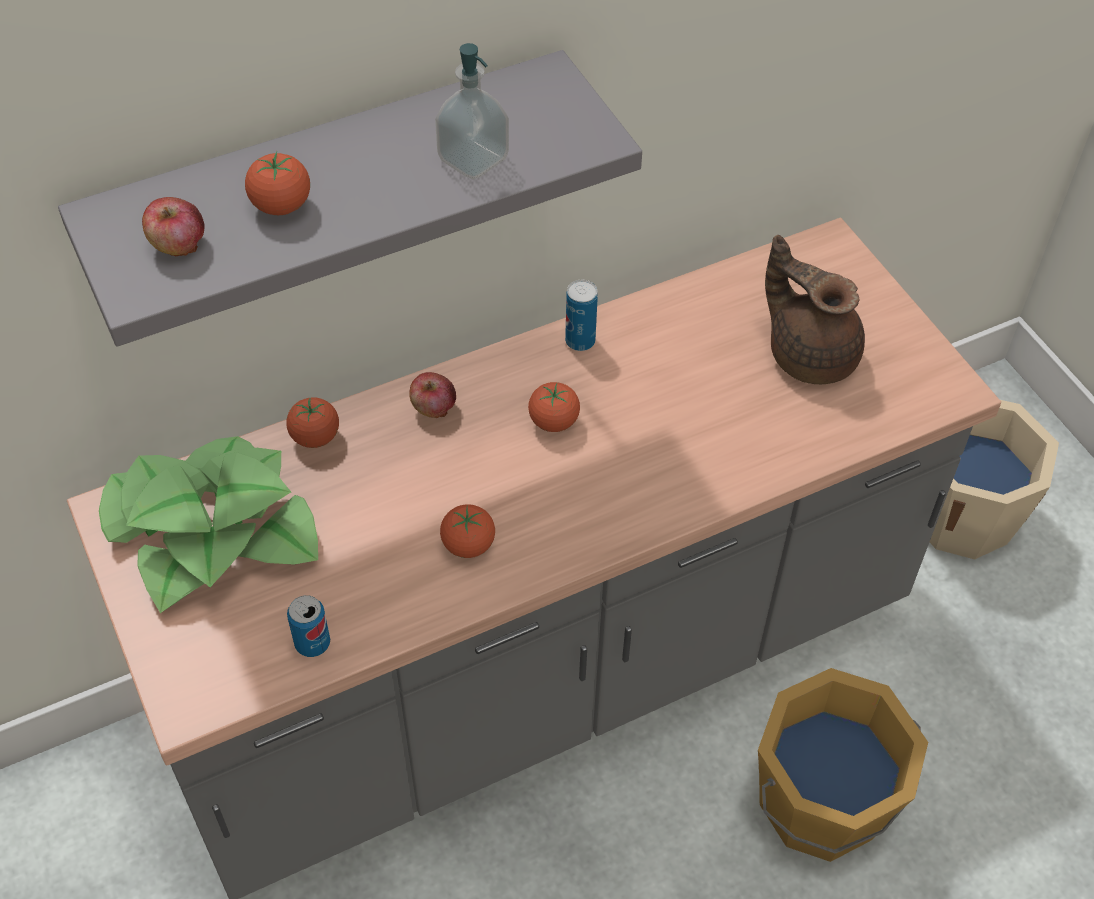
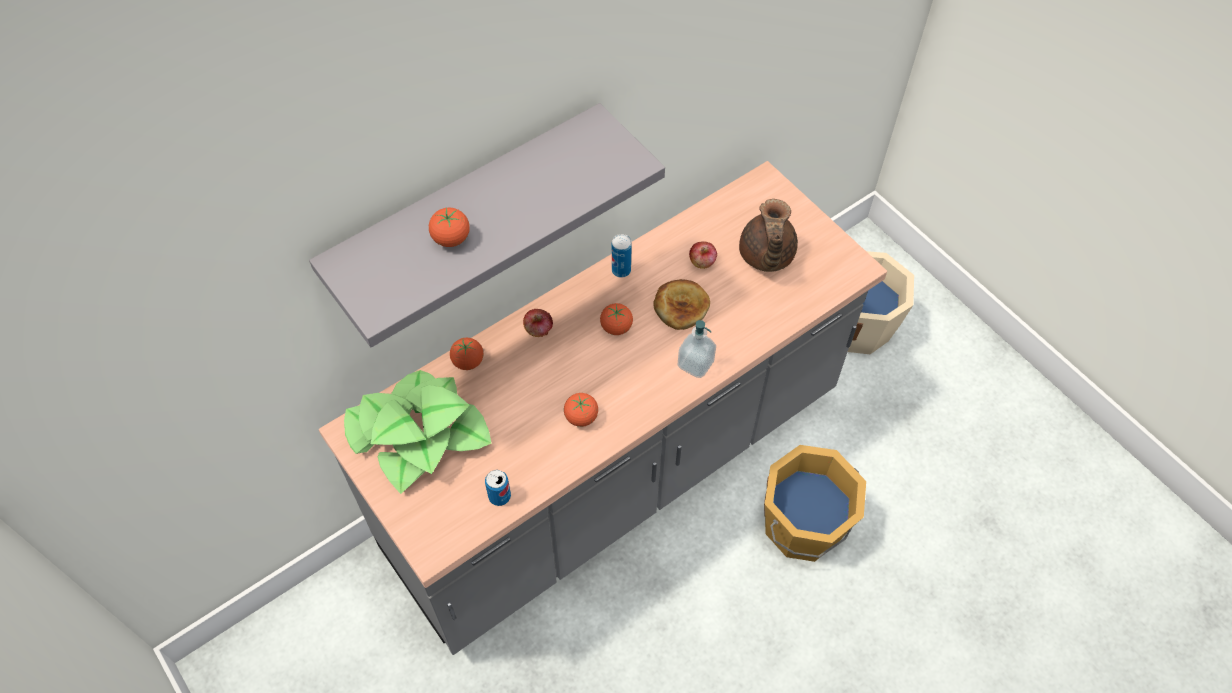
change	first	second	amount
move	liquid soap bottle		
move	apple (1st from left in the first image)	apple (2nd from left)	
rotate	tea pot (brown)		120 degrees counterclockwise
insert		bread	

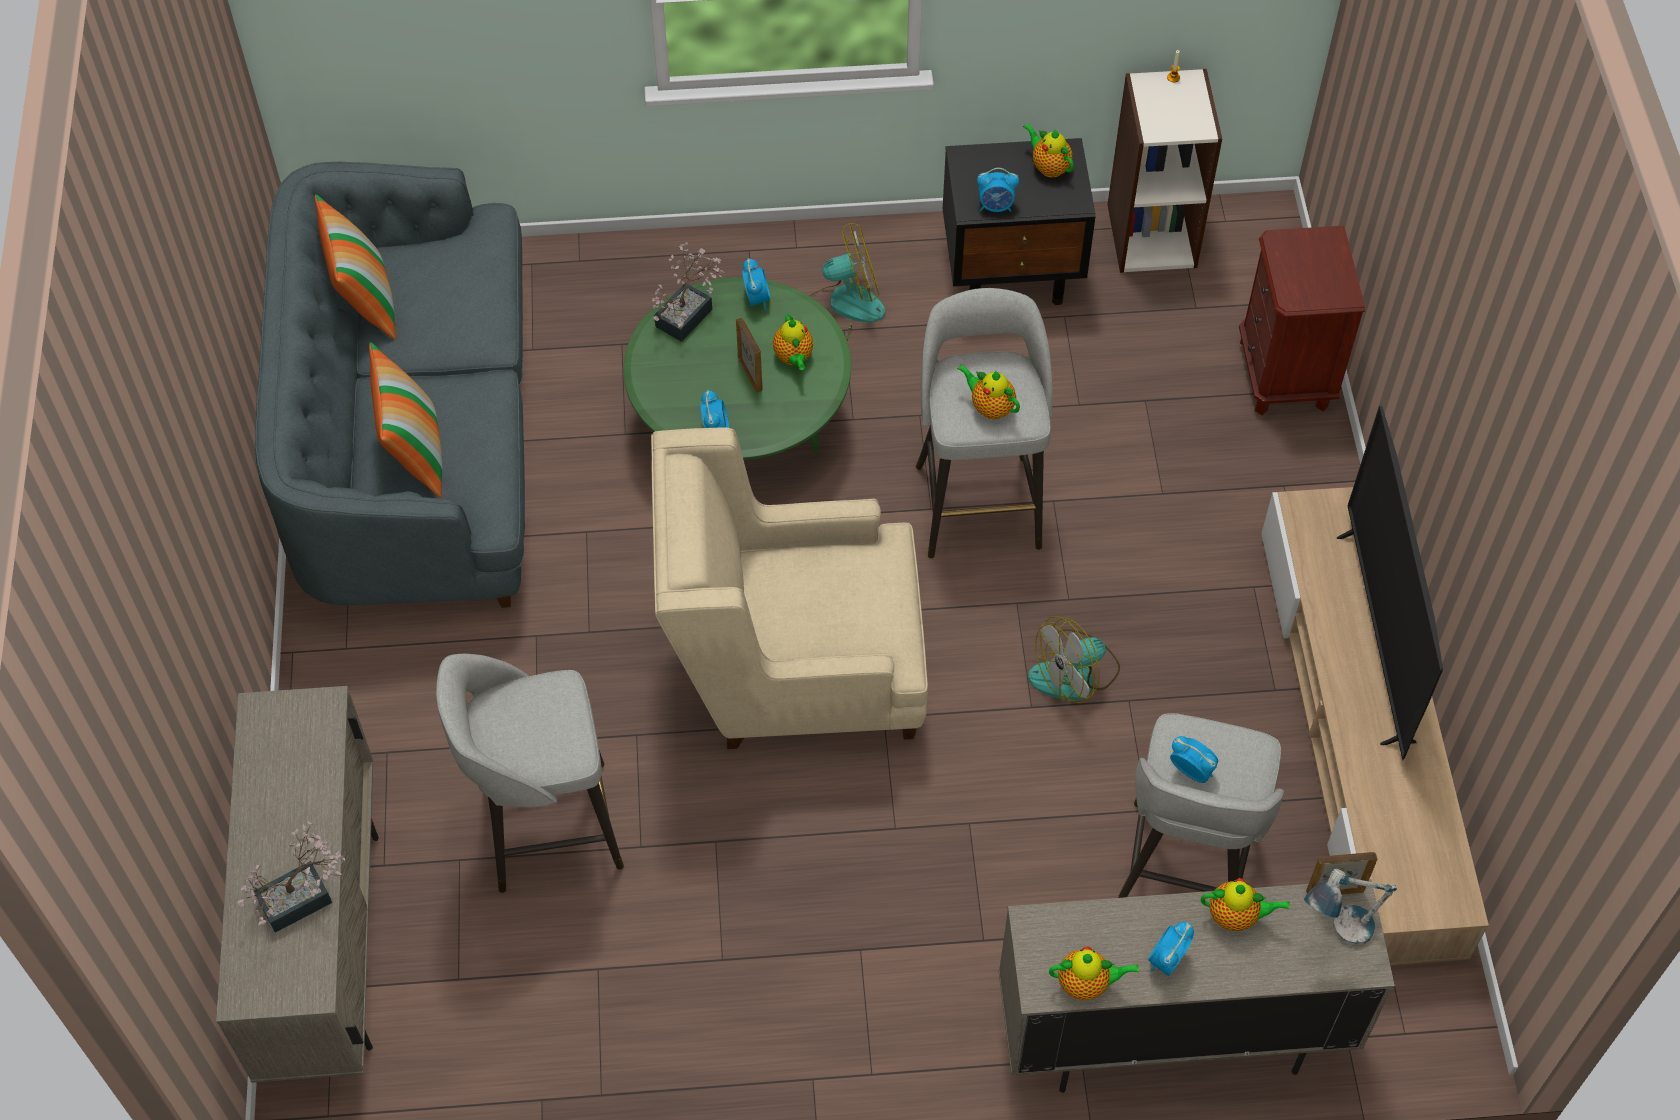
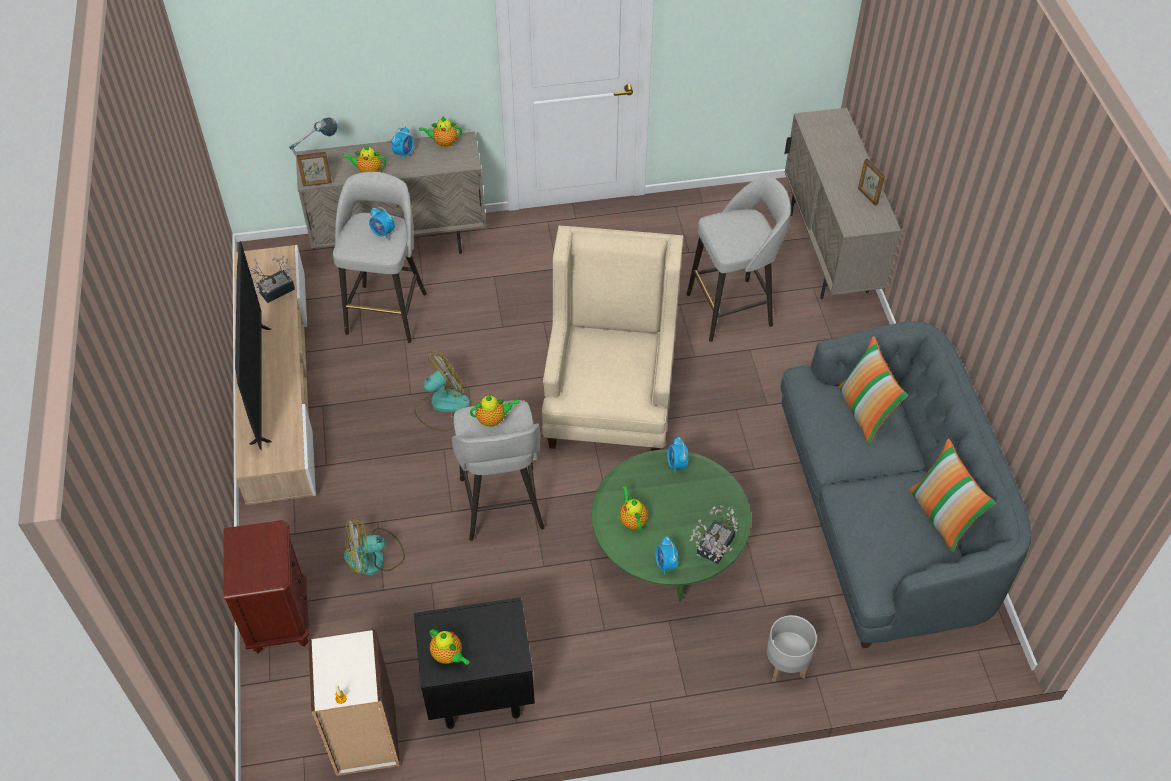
change	first	second	amount
delete	table clock (3rd from left)		
move	fan (1st from left)		
move	picture frame (1st from left in the first image)	picture frame (2nd from left)	
rotate	tea pot (2nd from left in the first image)	tea pot (4th from left)	45 degrees counterclockwise
rotate	lounge chair (sand-coloured)		75 degrees counterclockwise
move	houseplant (1st from left)		
insert		planter (grey)	

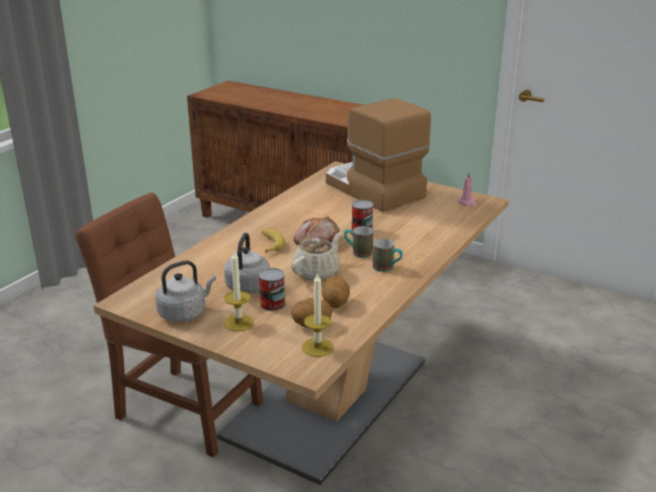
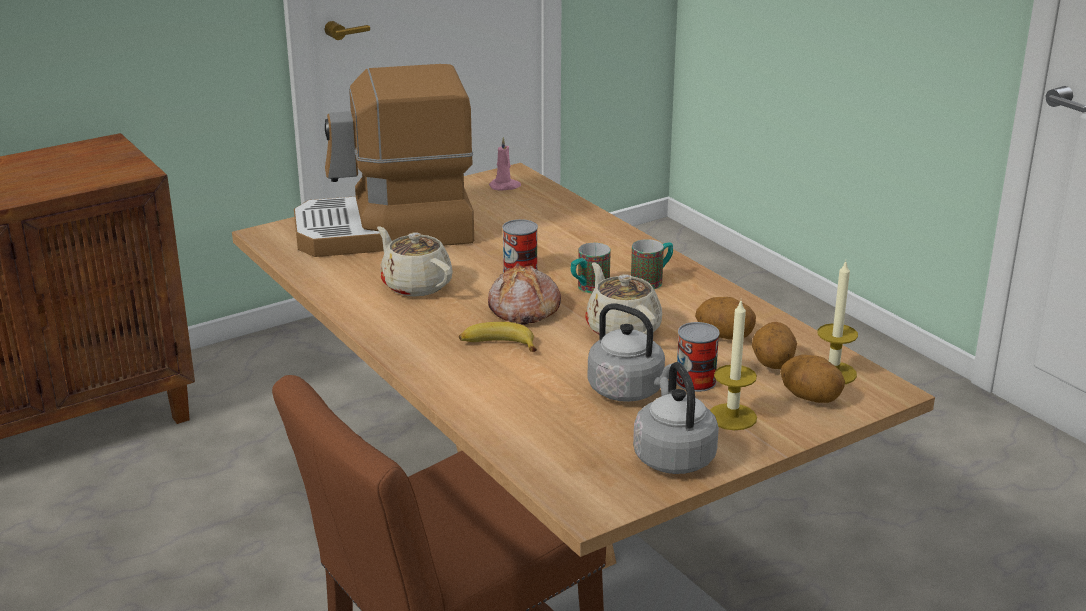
change	first	second	amount
insert		tea pot (sand-coloured) (1st from left)	
insert		potato (3rd from left)	

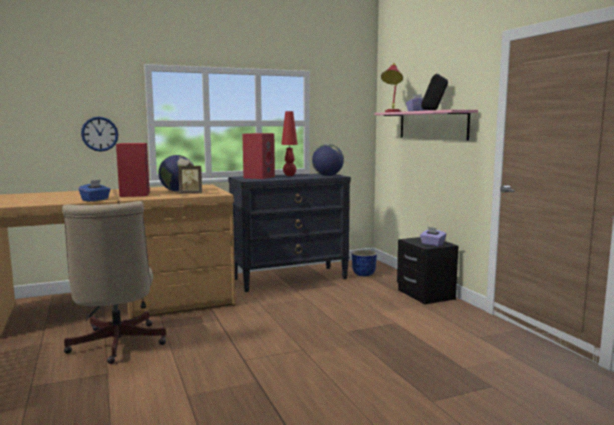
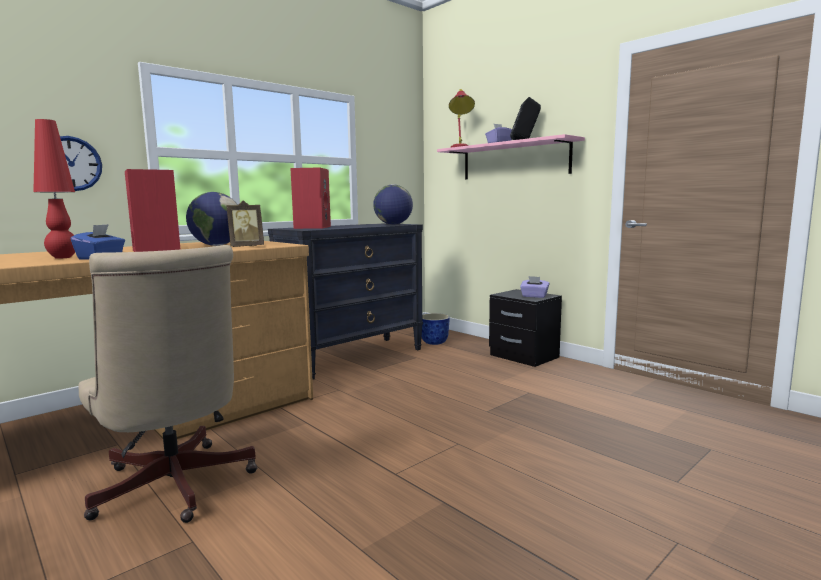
change	first	second	amount
move	table lamp (reddish) (1st from left)		

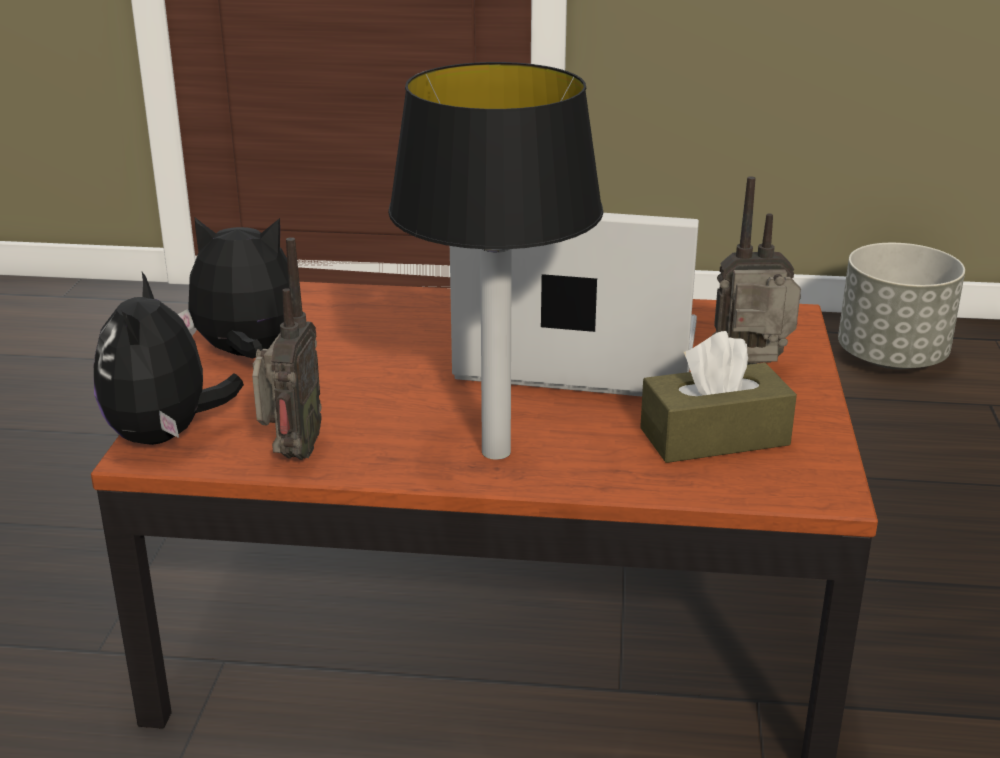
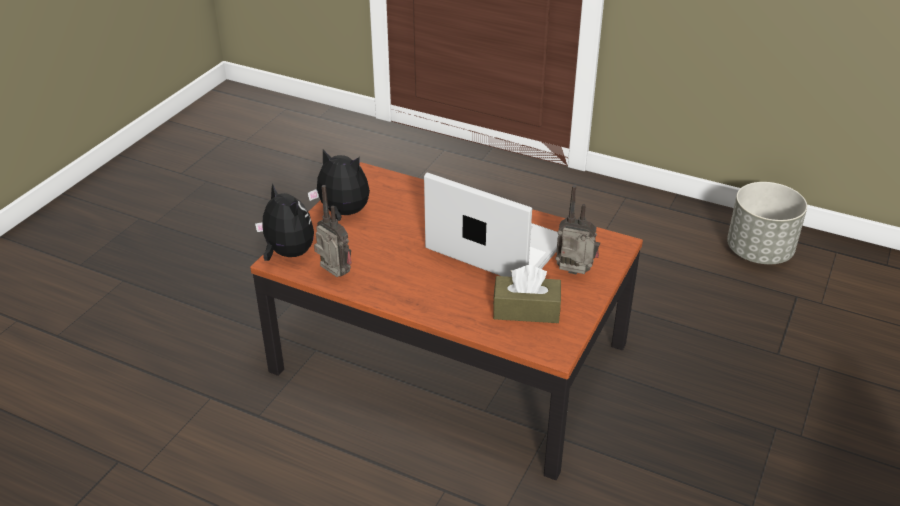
change	first	second	amount
delete	table lamp		
rotate	radio receiver (1st from left)		75 degrees counterclockwise
rotate	soft toy (1st from left)		120 degrees clockwise

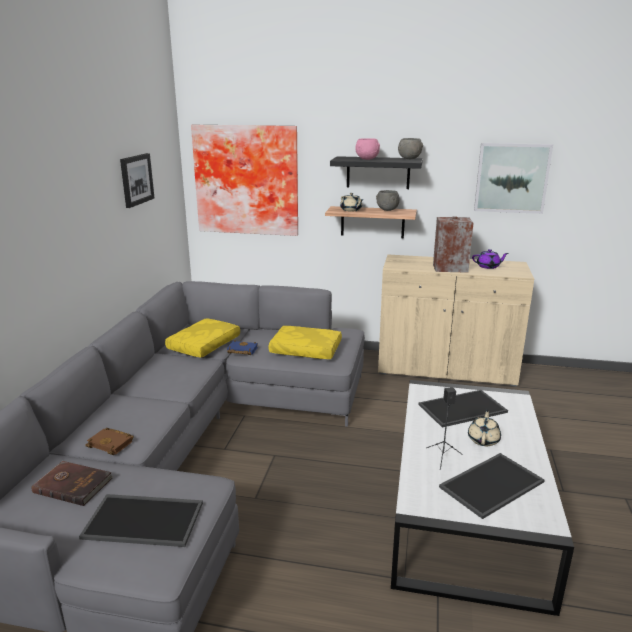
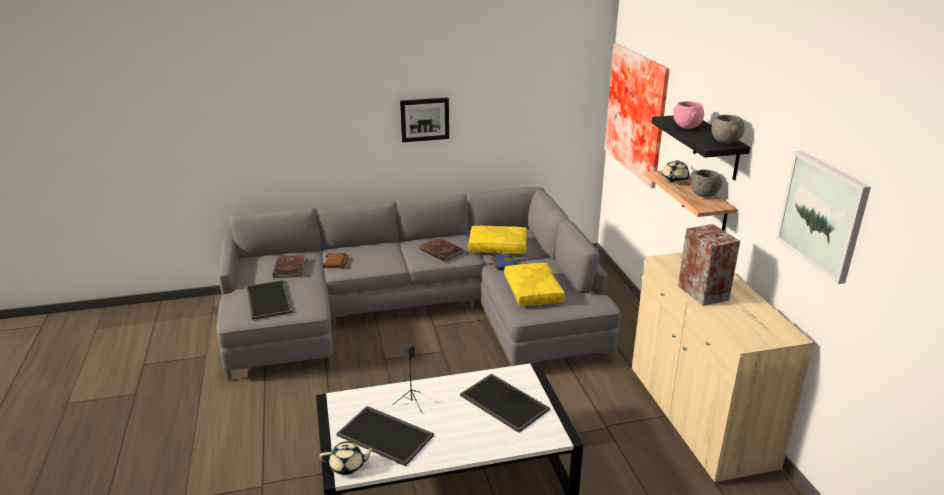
change	first	second	amount
move	wall picture (1st from left)		
delete	tea pot (purple-coloured)		
move	tea pot (sand-coloured) (2nd from left in the first image)	tea pot (sand-coloured) (1st from left)	
insert		volume (brown) (3rd from left)	

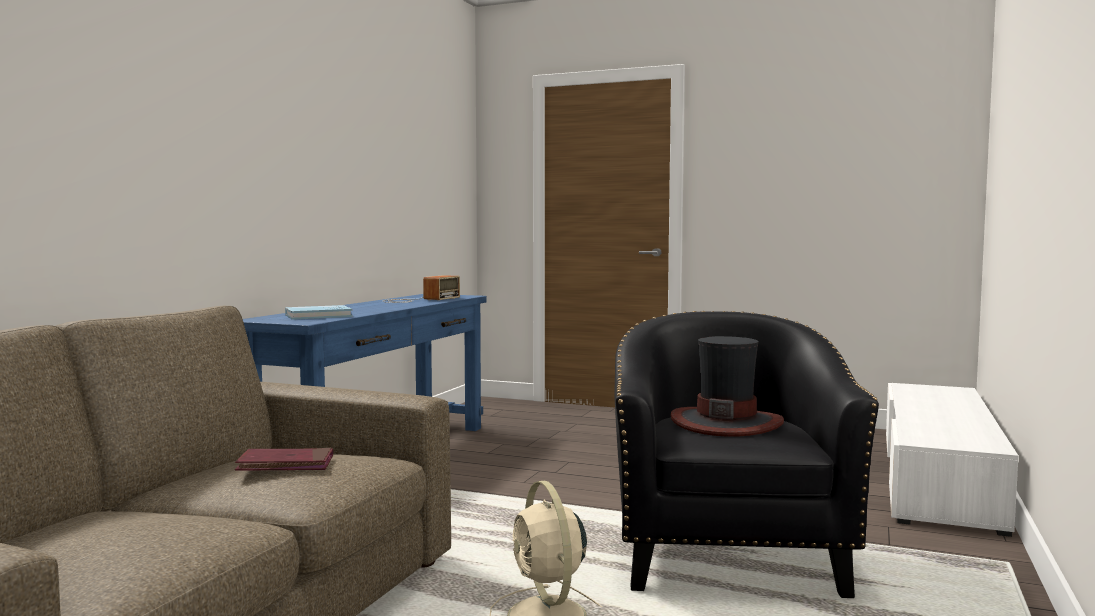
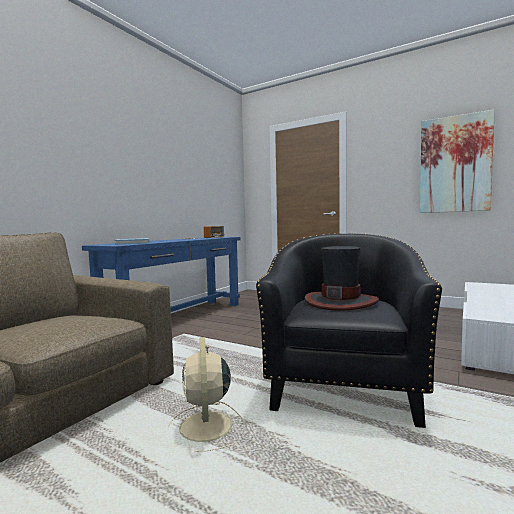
change	first	second	amount
delete	volume (reddish)		
insert		wall picture	

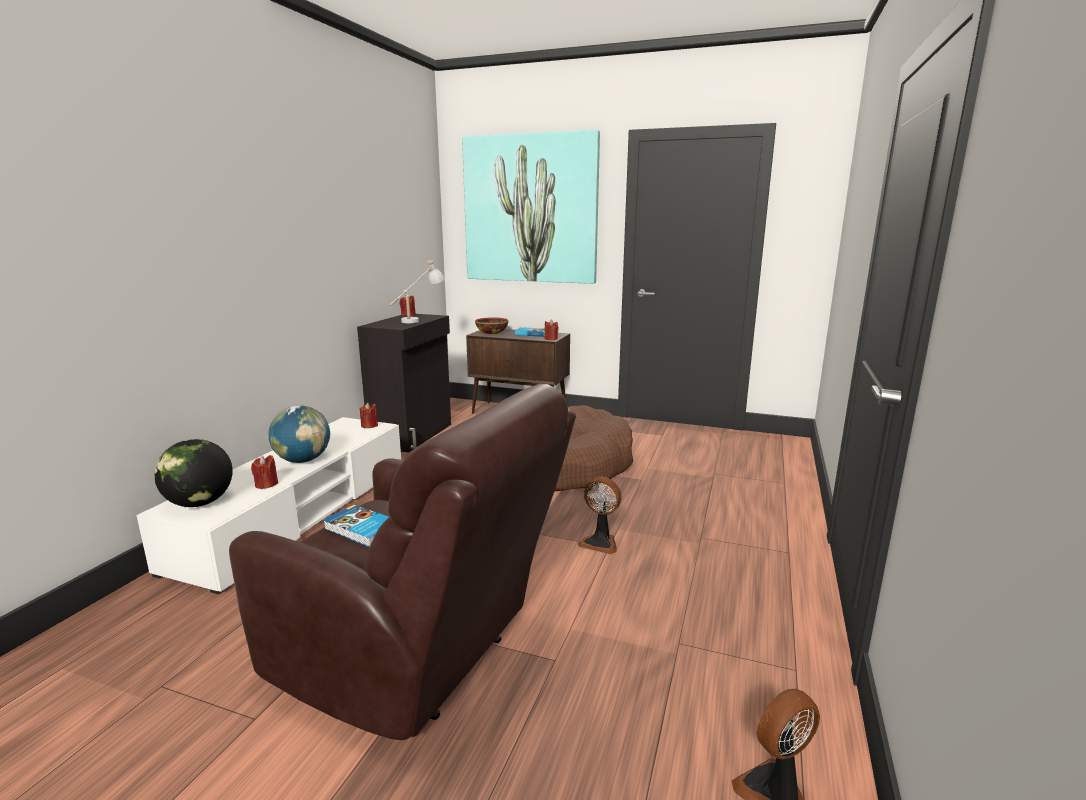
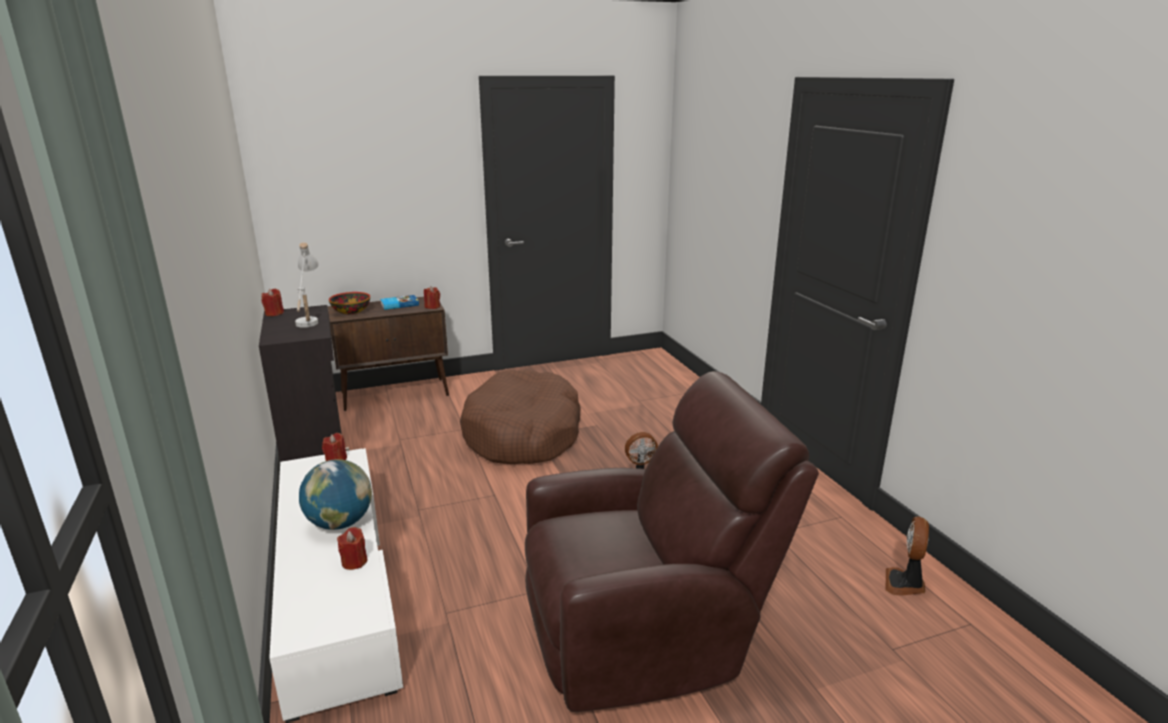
change	first	second	amount
delete	wall picture		
delete	globe (1st from left)		
delete	volume (1st from left)		

